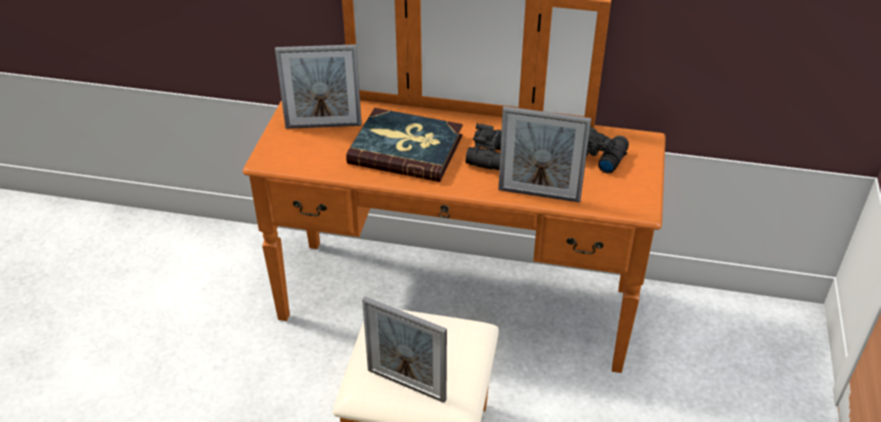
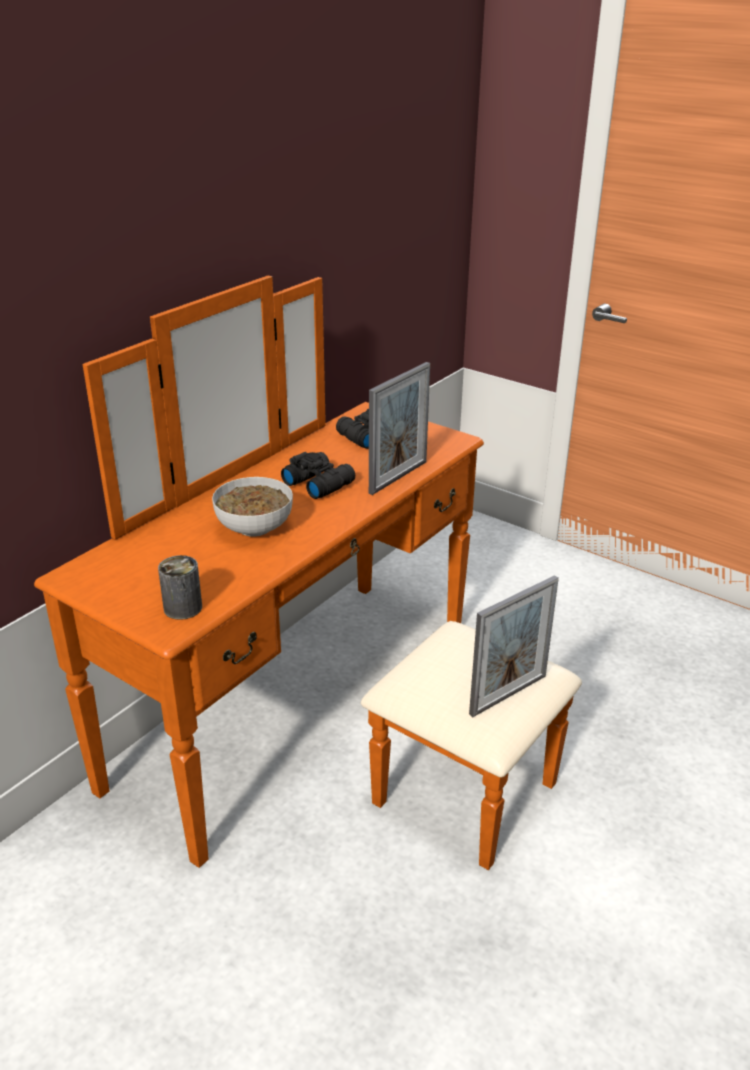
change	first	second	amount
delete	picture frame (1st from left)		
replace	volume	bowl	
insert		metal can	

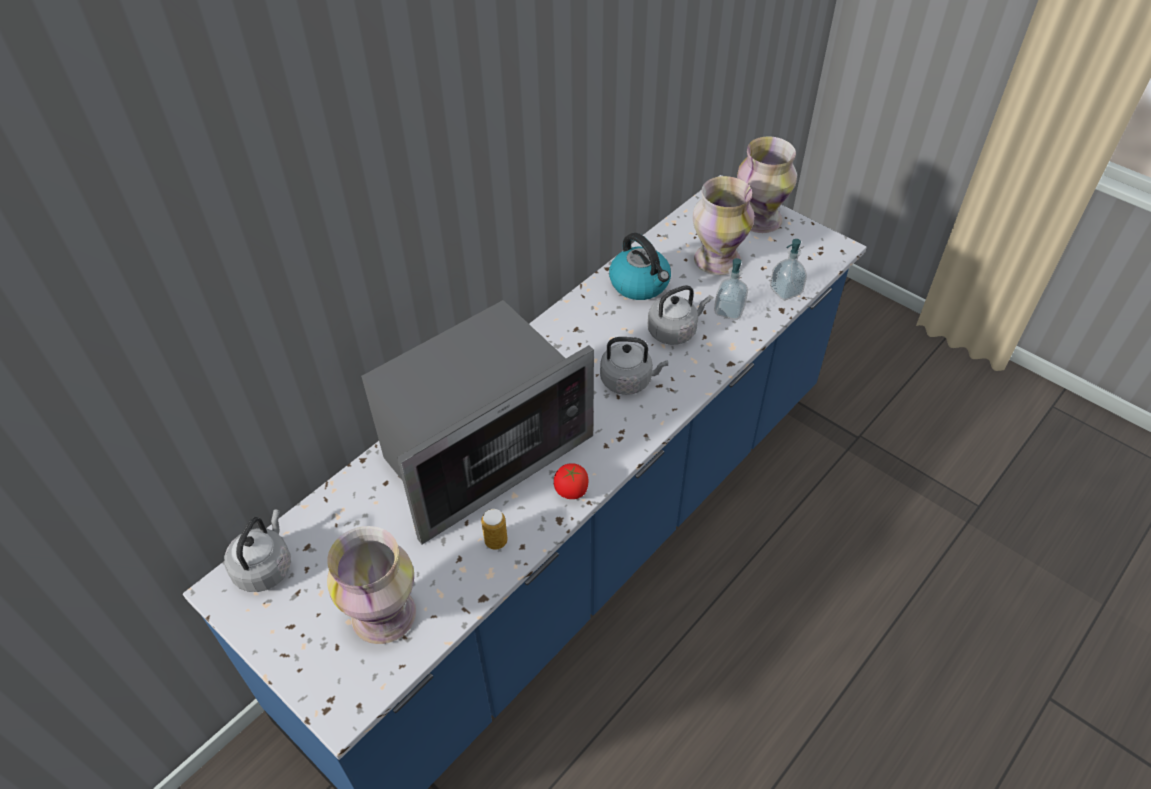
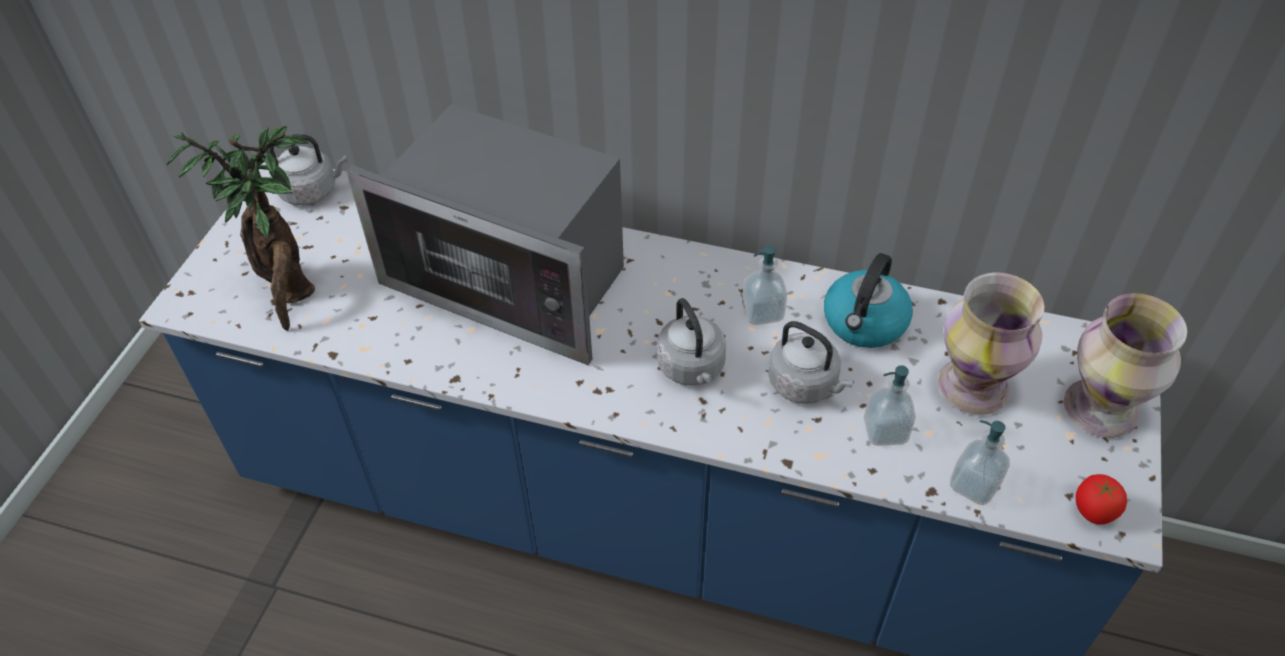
change	first	second	amount
move	tomato		
delete	metal can		
replace	decorative vase (1st from left)	houseplant	
insert		liquid soap bottle (1st from left)	

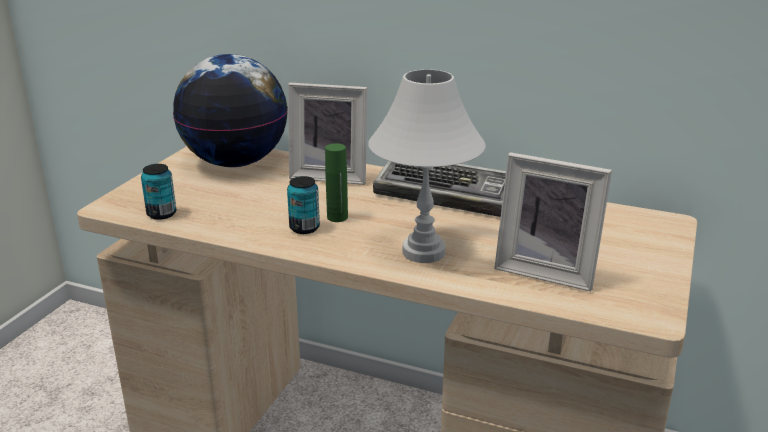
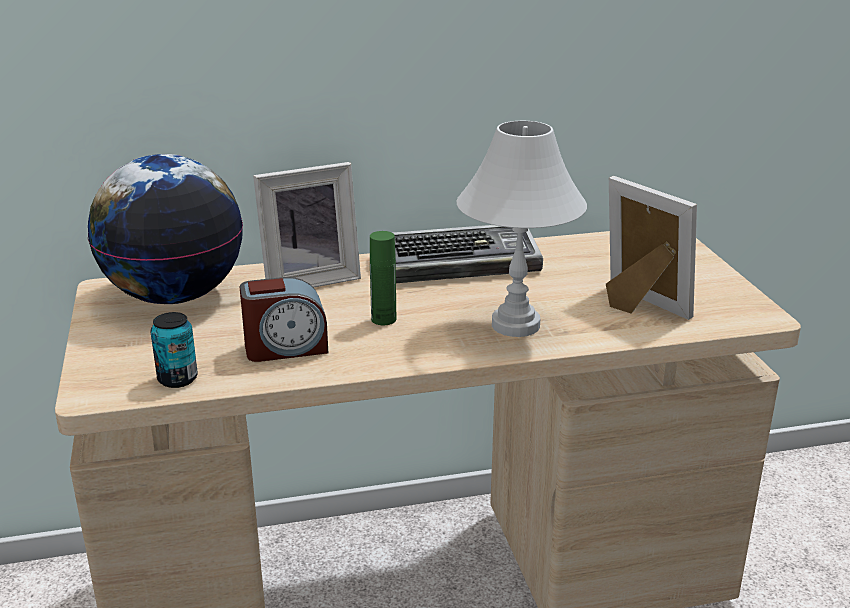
change	first	second	amount
rotate	picture frame (2nd from left)		120 degrees counterclockwise
delete	metal can (2nd from left)		
insert		table clock	

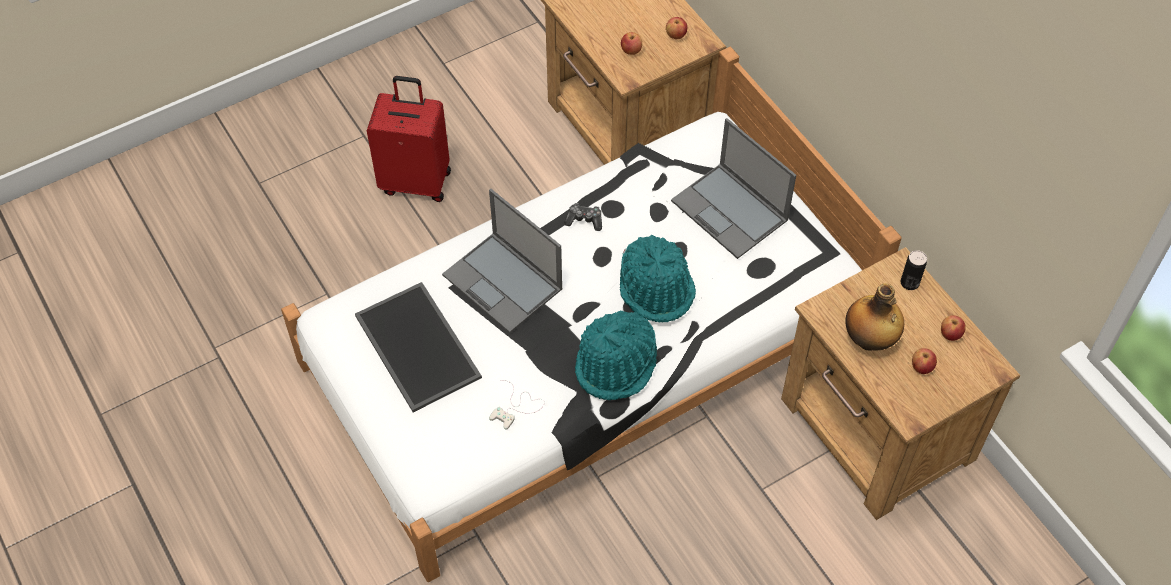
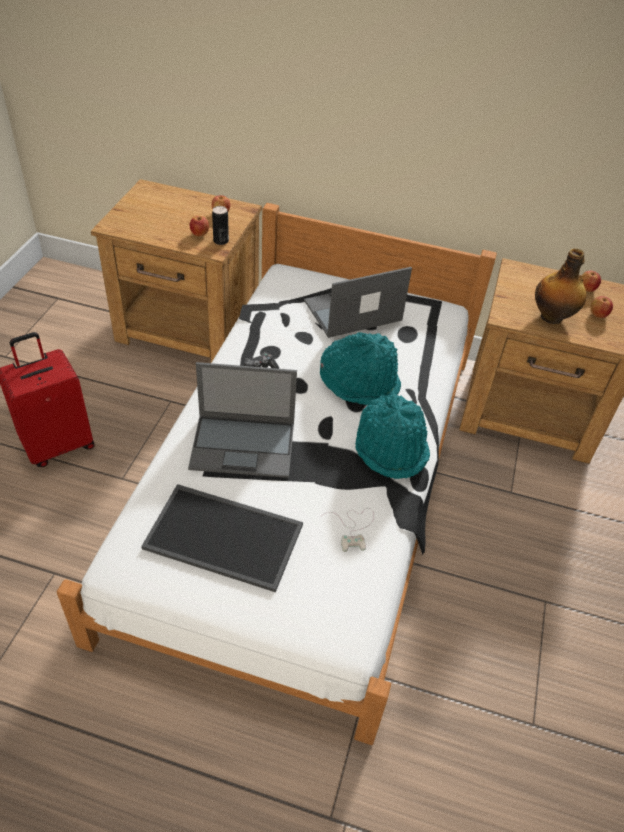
change	first	second	amount
rotate	notebook computer (2nd from left)		150 degrees clockwise
move	metal can		

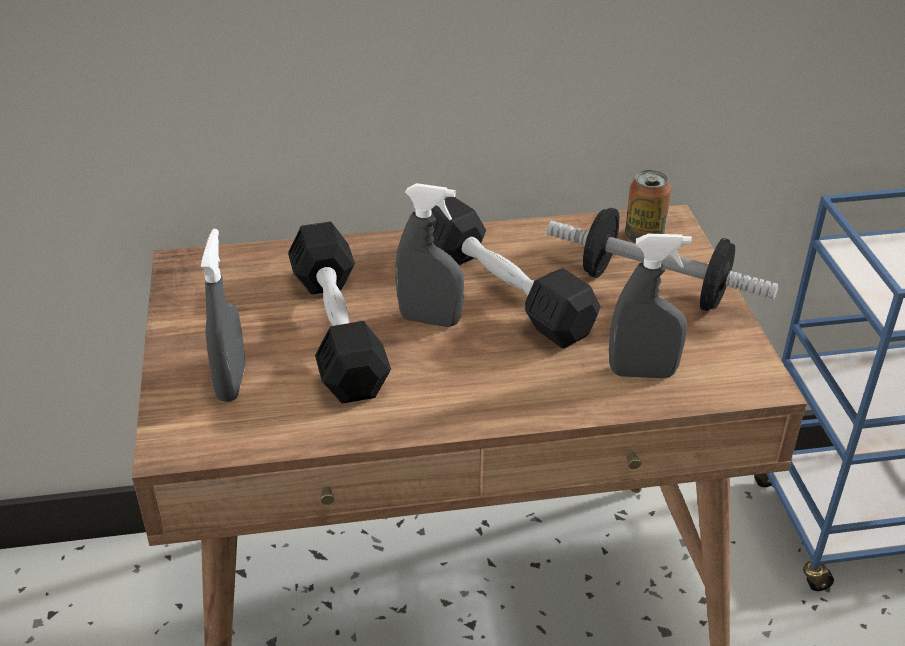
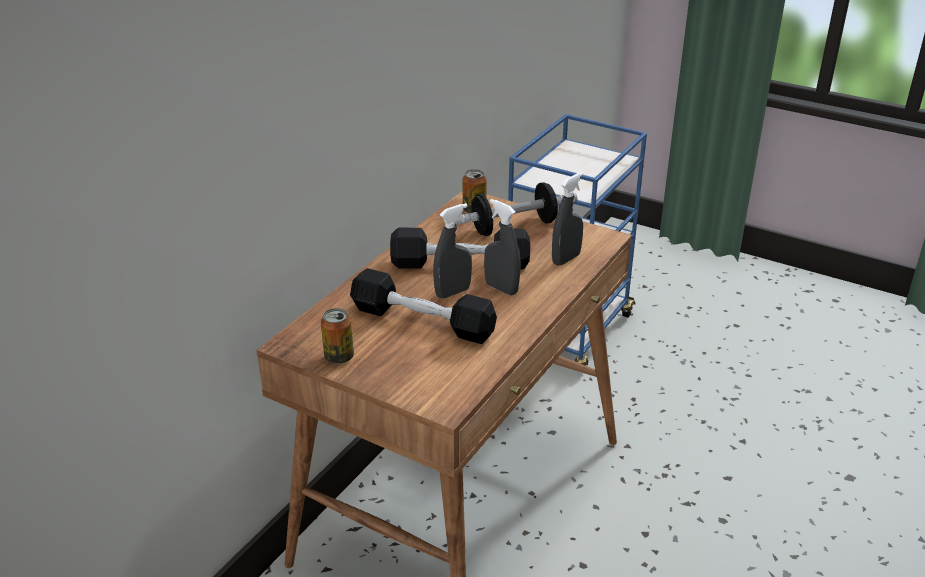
change	first	second	amount
move	spray bottle (grey) (1st from left in the first image)	spray bottle (grey) (2nd from left)	
insert		metal can (1st from left)	

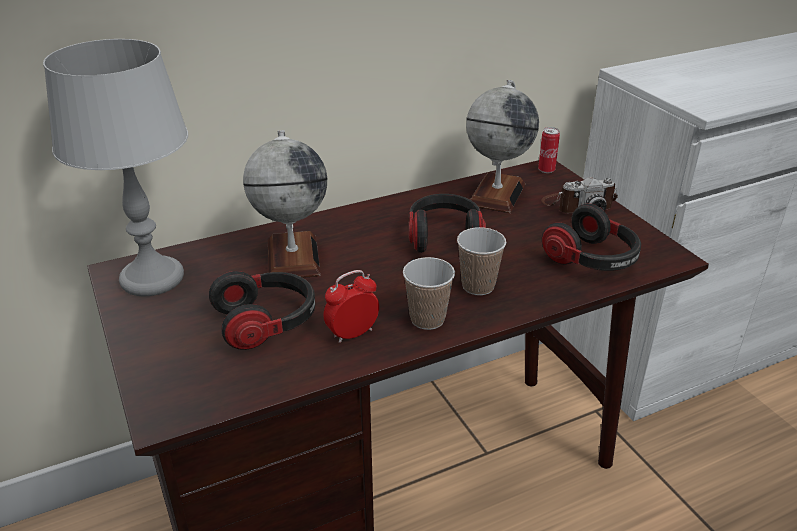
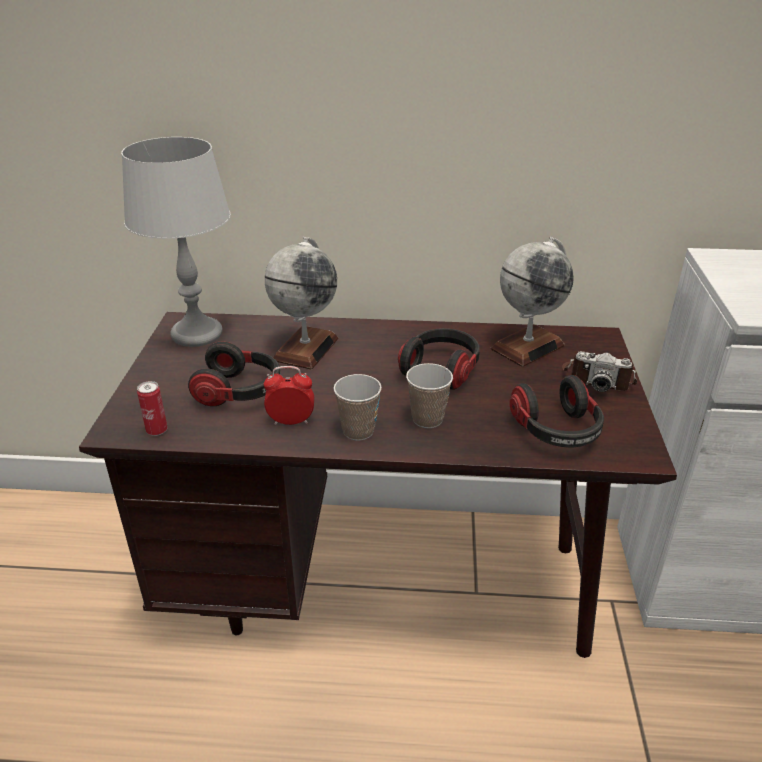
change	first	second	amount
move	metal can		

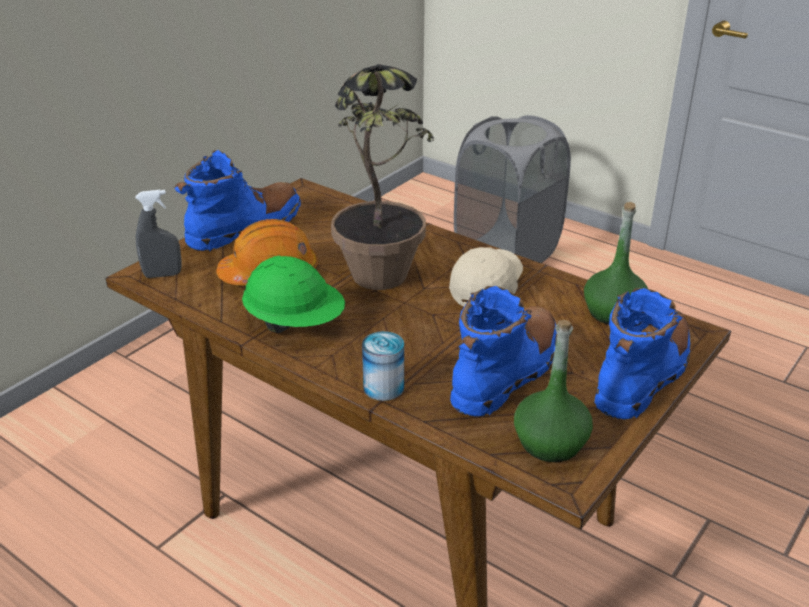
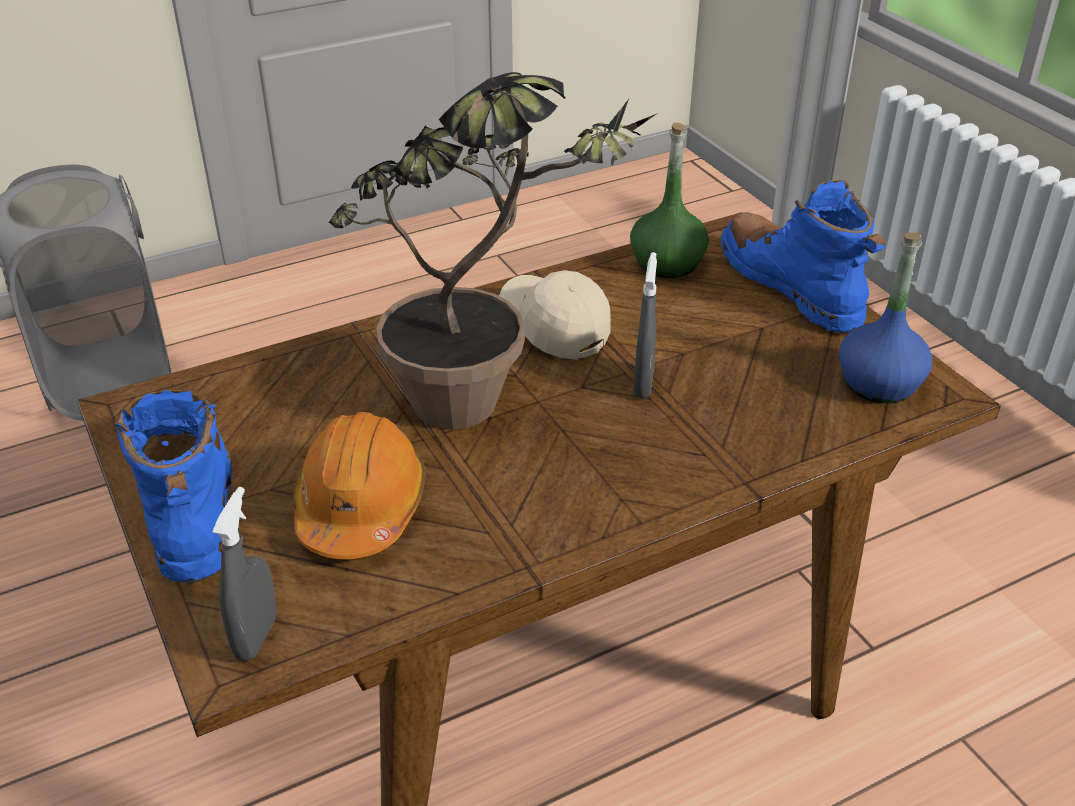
change	first	second	amount
delete	safety helmet (green)		
delete	boot (bluish) (2nd from left)		
recolor	bottle (green) (1st from left)	bottle (bluish)	
delete	metal can		
insert		spray bottle (grey) (2nd from left)	

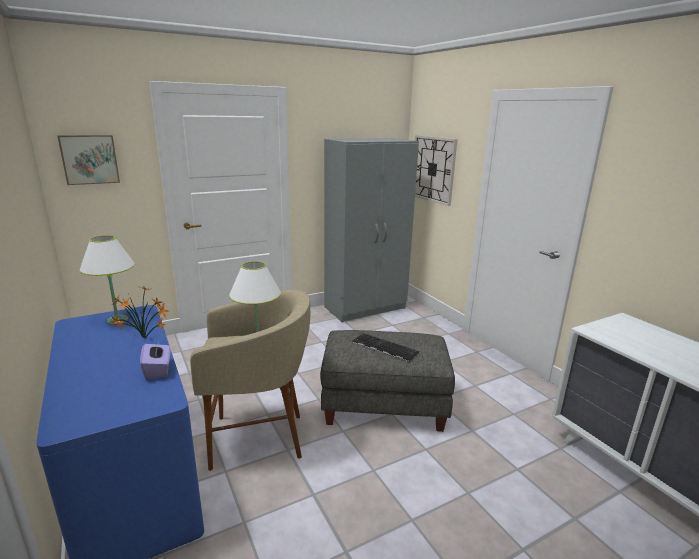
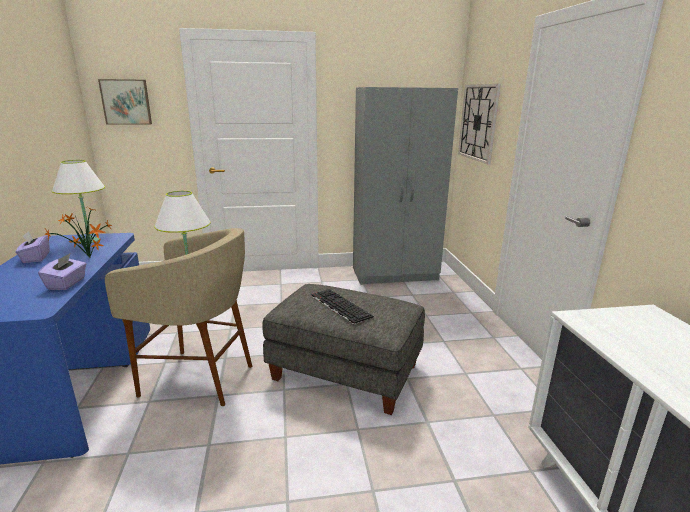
change	first	second	amount
insert		tissue box (purple-coloured) (1st from left)	

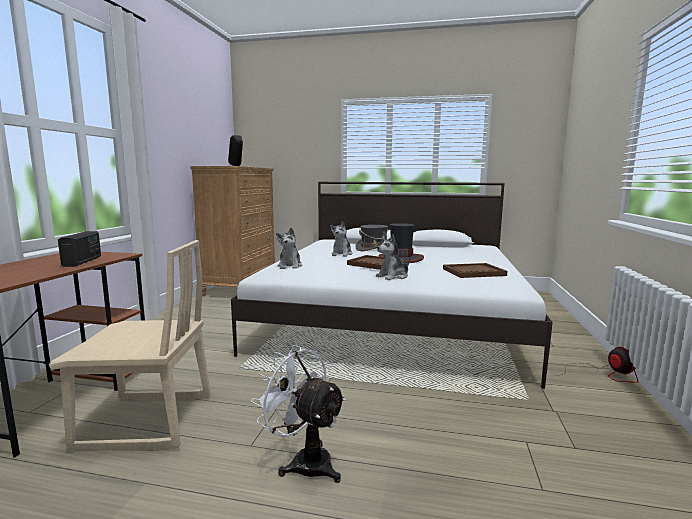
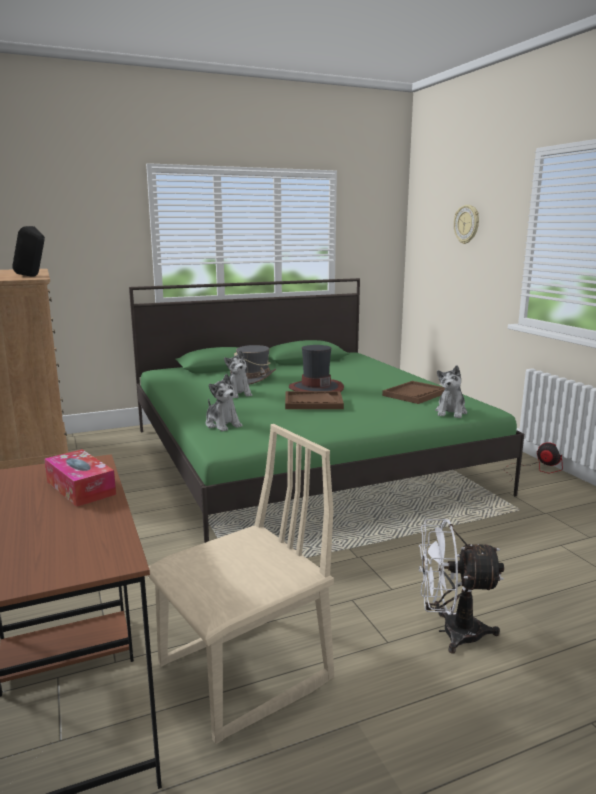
change	first	second	amount
recolor	bed (whitish)	bed (green)	
replace	radio receiver	tissue box	
move	soft toy (3rd from left)		
insert		clock on the wall	

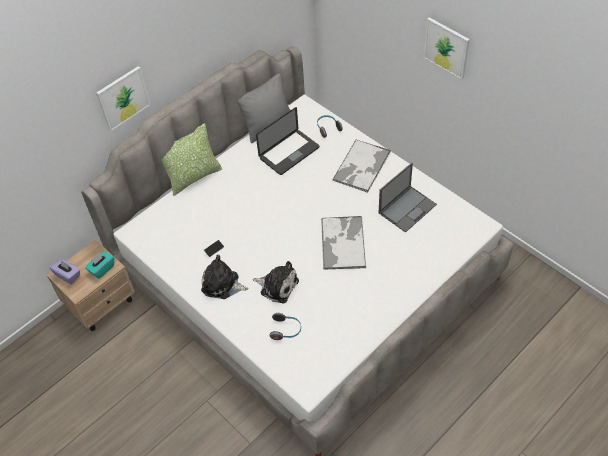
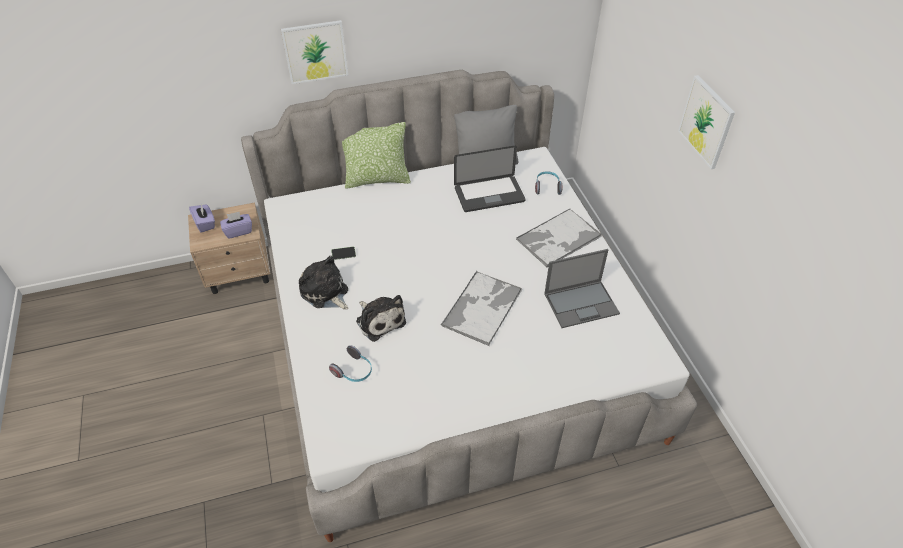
change	first	second	amount
recolor	tissue box (blue-green)	tissue box (purple-coloured) (2nd from left)	

